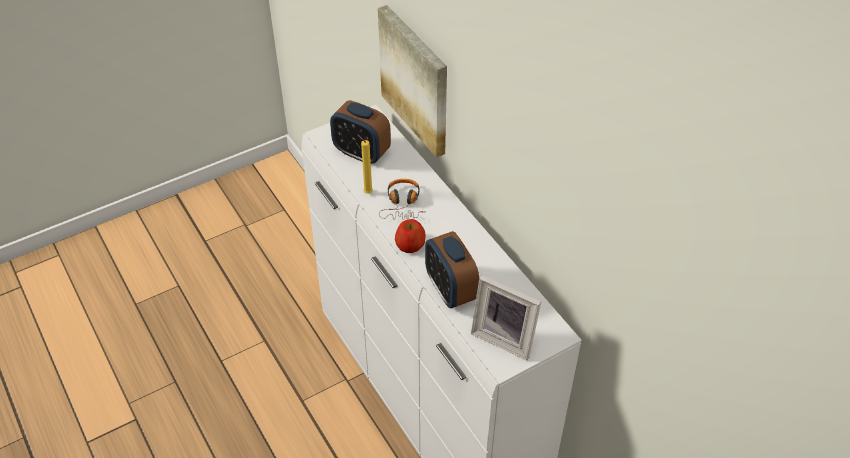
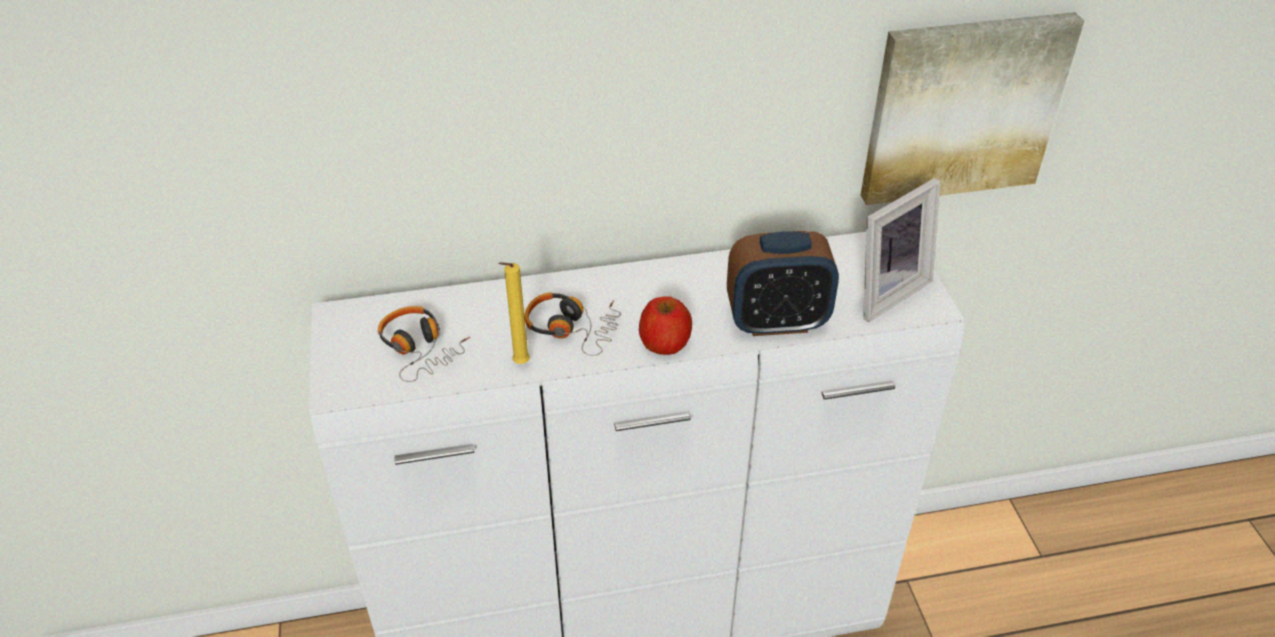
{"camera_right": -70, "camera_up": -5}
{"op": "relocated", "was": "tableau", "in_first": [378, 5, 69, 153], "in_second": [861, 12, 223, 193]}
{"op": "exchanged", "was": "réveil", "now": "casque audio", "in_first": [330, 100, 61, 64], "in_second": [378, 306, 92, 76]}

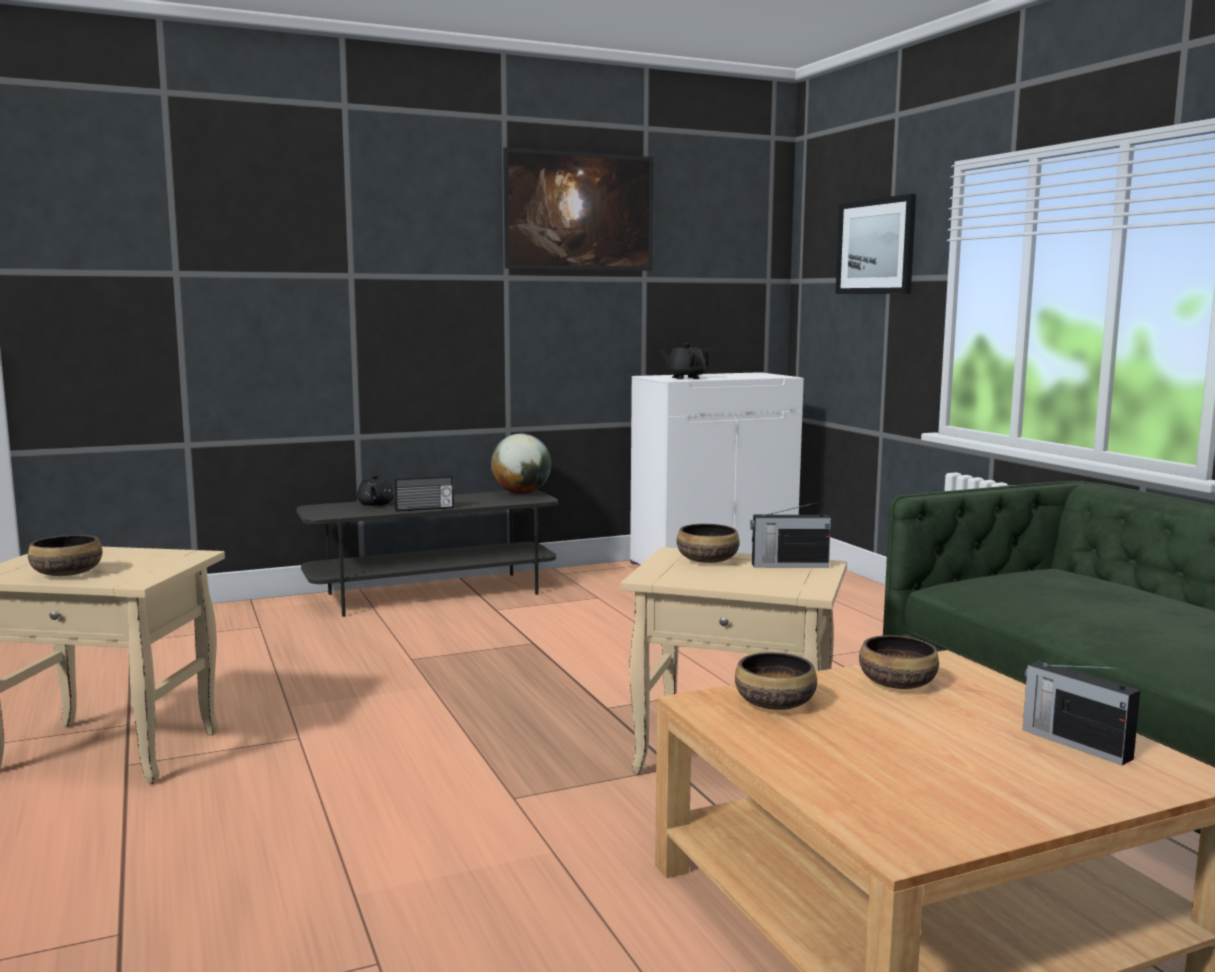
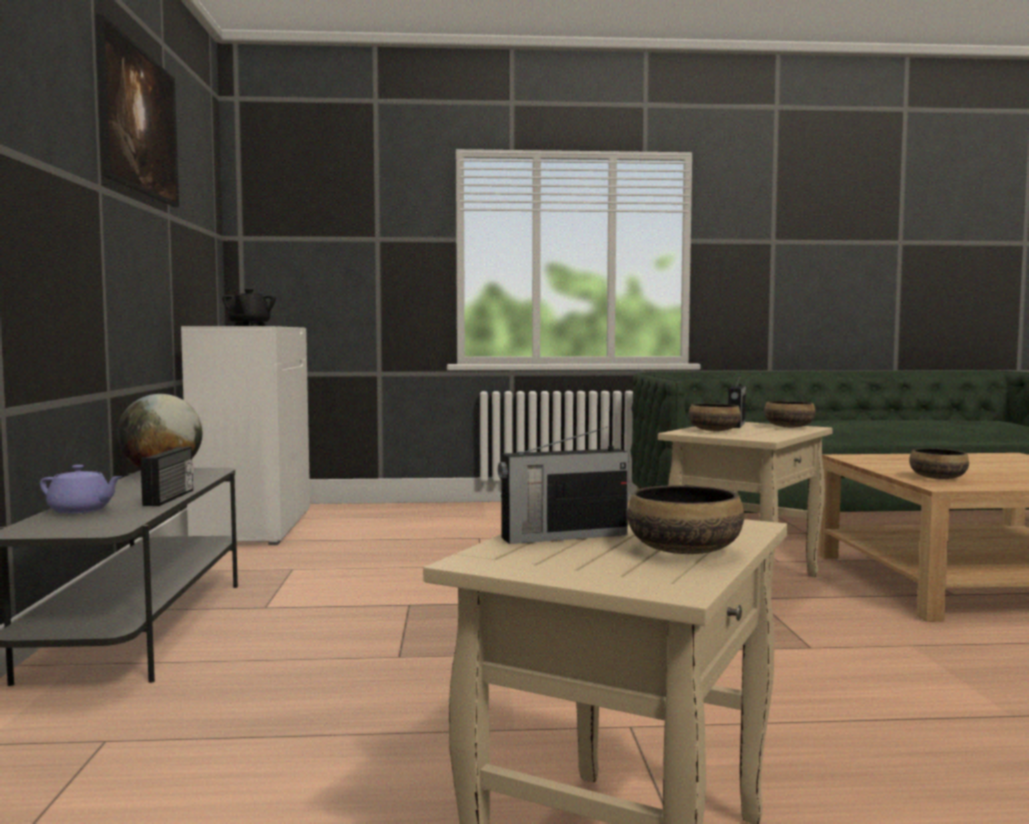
{"camera_right": -70, "camera_up": -5}
{"op": "missing", "was": "tableau", "in_first": [835, 194, 81, 100]}
{"op": "colour", "was": "théière (noir)", "now": "théière (violet)", "in_first": [357, 475, 37, 31], "in_second": [40, 465, 83, 49]}
{"op": "relocated", "was": "bol", "in_first": [859, 635, 80, 54], "in_second": [764, 401, 52, 27]}
{"op": "relocated", "was": "radio", "in_first": [1023, 661, 117, 104], "in_second": [498, 427, 130, 117]}

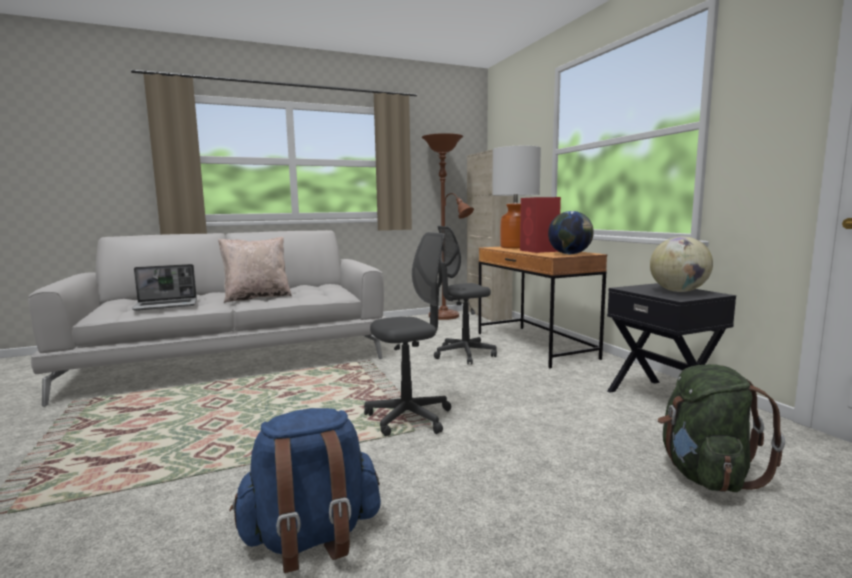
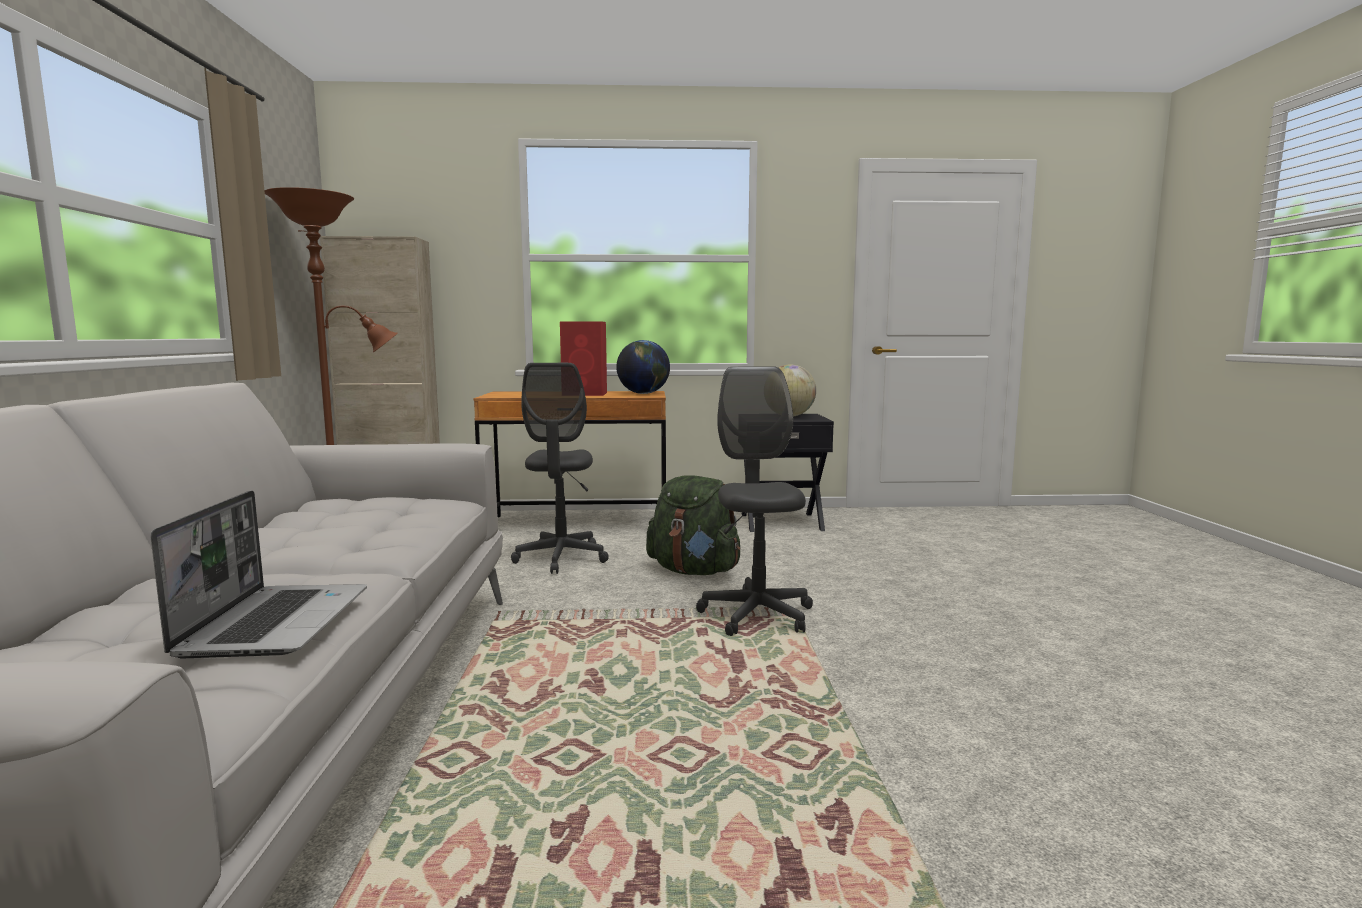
{"camera_right": -70, "camera_up": 0}
{"op": "missing", "was": "lampe de table", "in_first": [492, 146, 49, 103]}
{"op": "missing", "was": "coussin (beige)", "in_first": [218, 237, 74, 66]}
{"op": "relocated", "was": "sac à dos (vert)", "in_first": [658, 364, 127, 128], "in_second": [646, 475, 94, 100]}
{"op": "missing", "was": "sac à dos (bleu)", "in_first": [229, 408, 152, 165]}

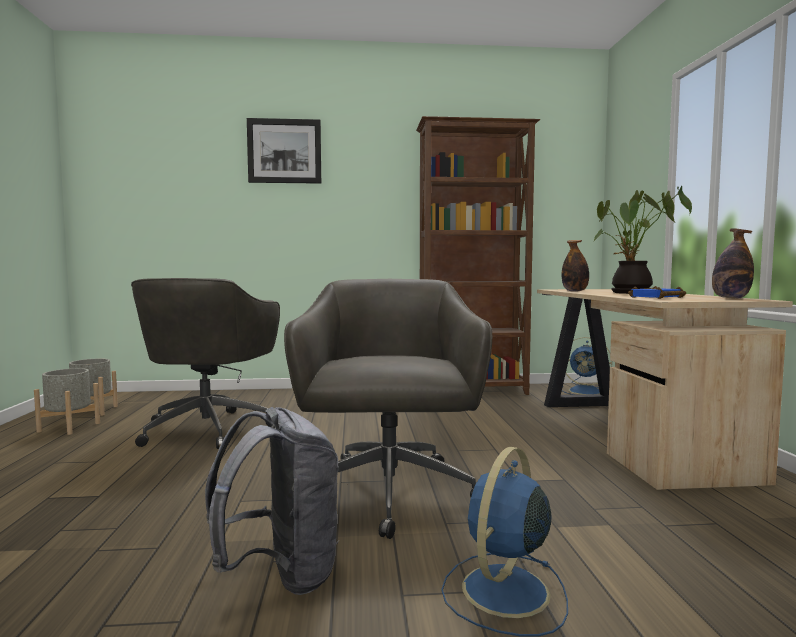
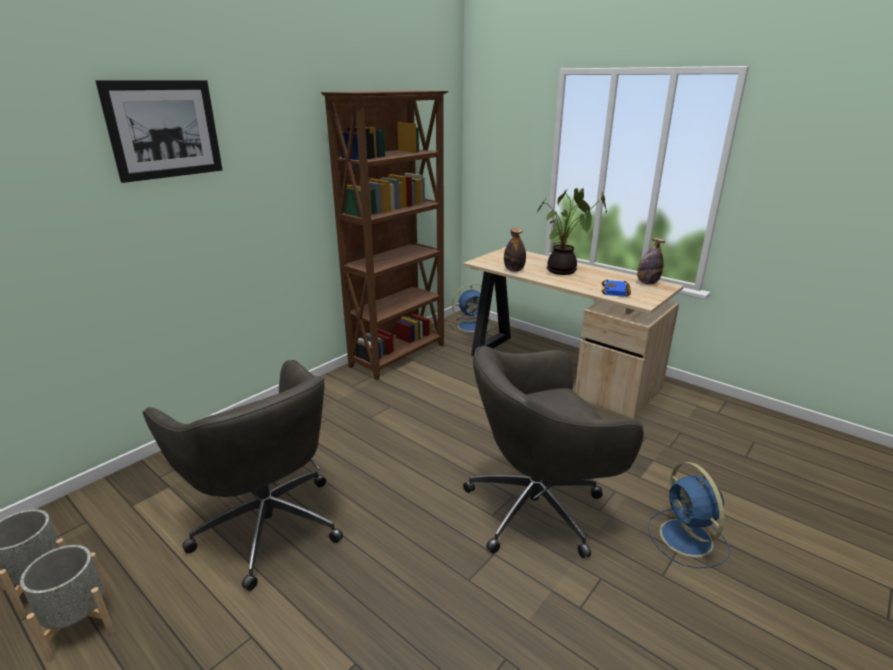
{"camera_right": -45, "camera_up": 20}
{"op": "spun", "was": "chaise de bureau (gris)", "in_first": [284, 279, 208, 260], "in_second": [463, 346, 181, 212], "clockwise": -60}
{"op": "missing", "was": "sac à dos (gris)", "in_first": [205, 407, 134, 188]}

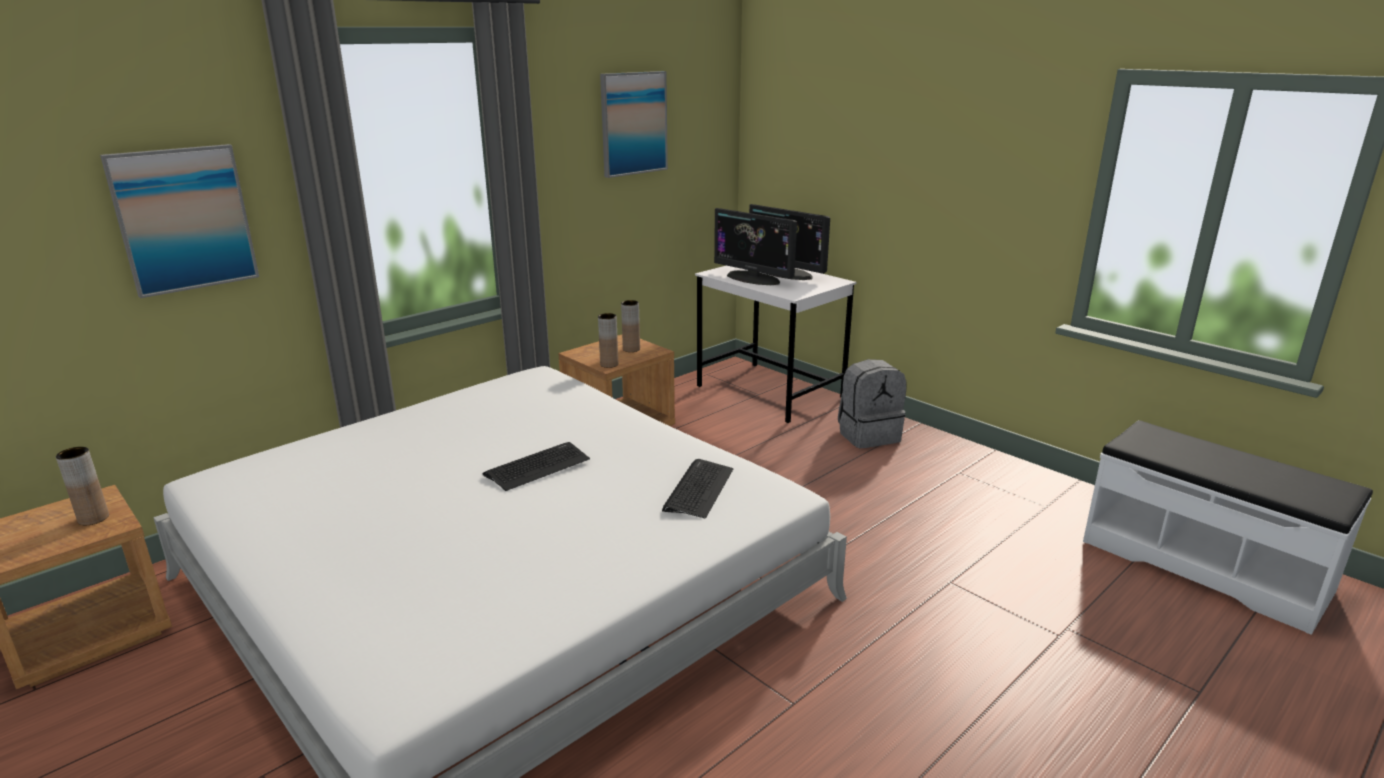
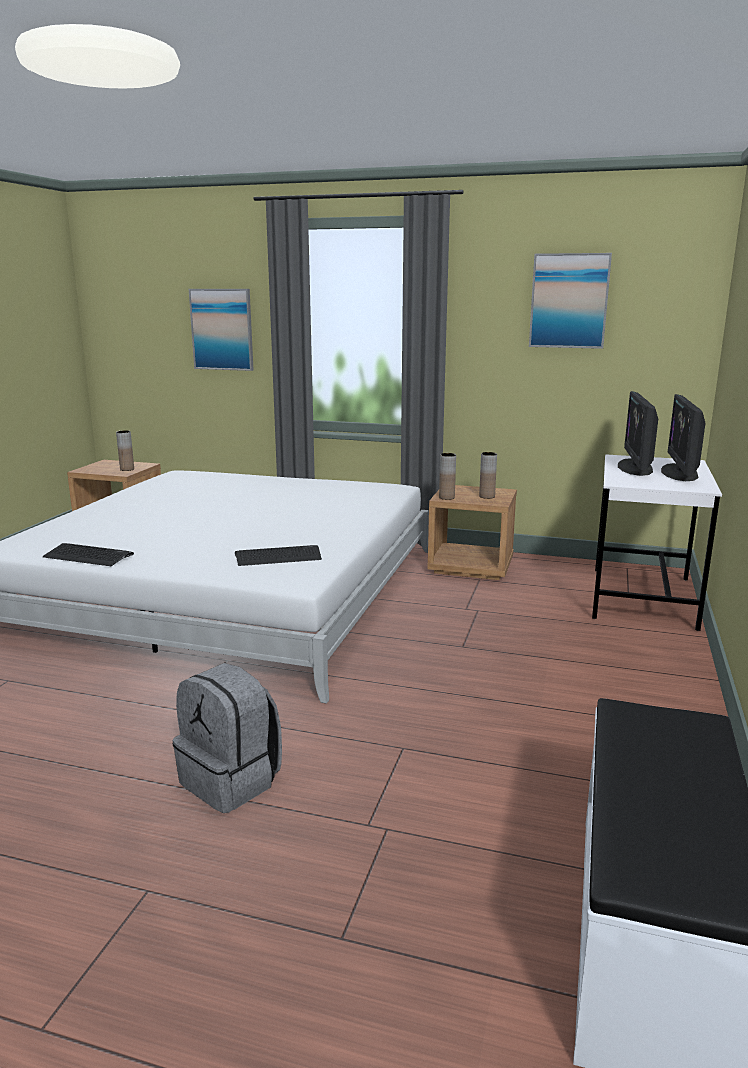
{"camera_right": 60, "camera_up": -5}
{"op": "relocated", "was": "sac à dos (gris)", "in_first": [838, 359, 68, 89], "in_second": [173, 663, 109, 150]}
{"op": "relocated", "was": "clavier", "in_first": [483, 442, 107, 49], "in_second": [42, 543, 92, 23]}

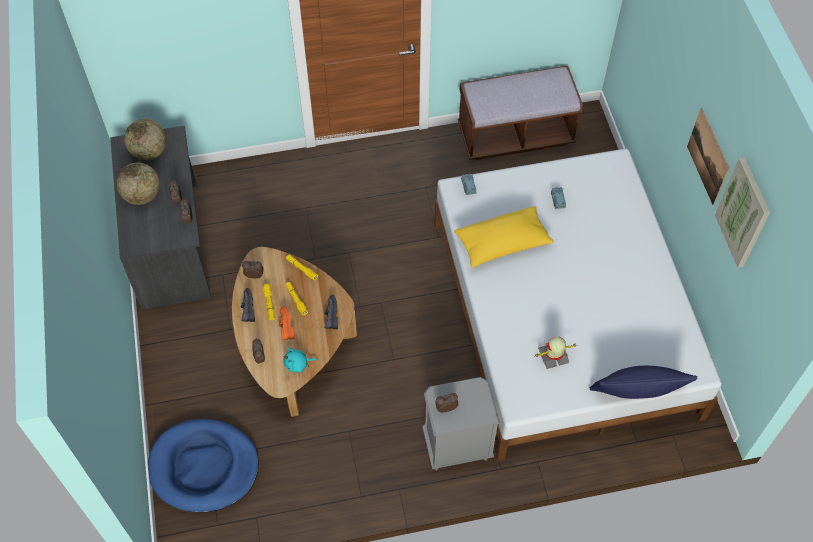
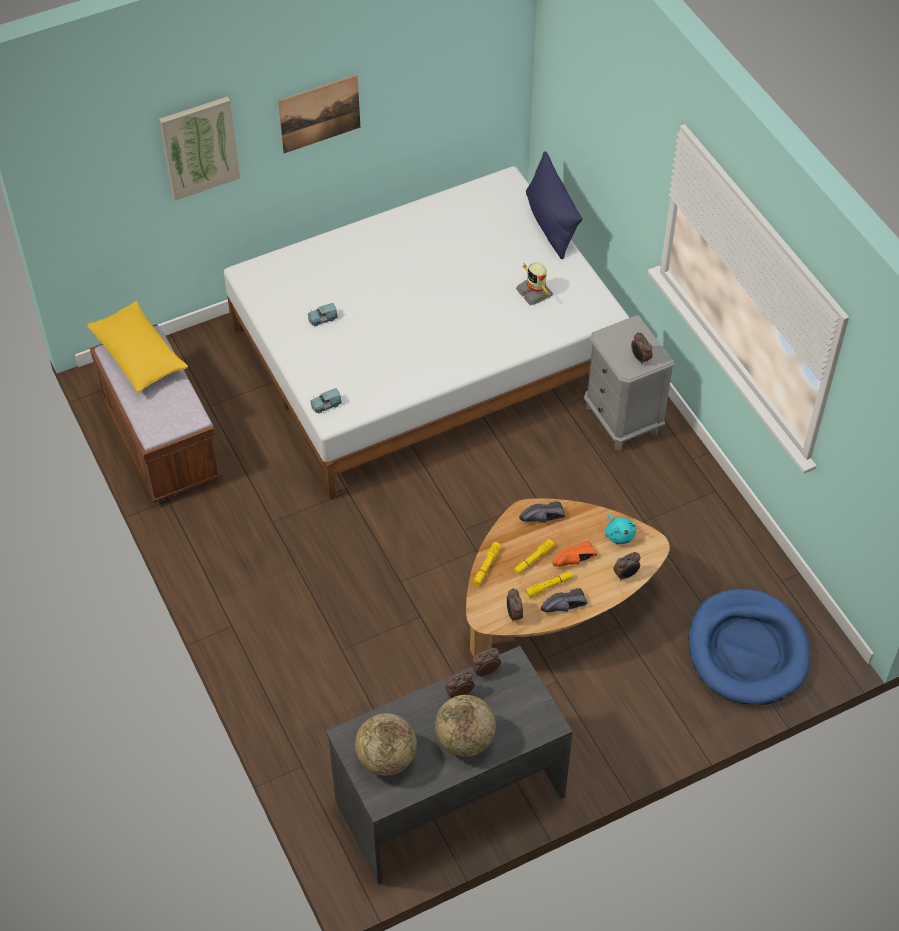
{"camera_right": -105, "camera_up": -5}
{"op": "relocated", "was": "tableau", "in_first": [715, 157, 55, 111], "in_second": [159, 96, 81, 104]}
{"op": "relocated", "was": "coussin (jaune)", "in_first": [454, 206, 100, 62], "in_second": [87, 301, 101, 92]}

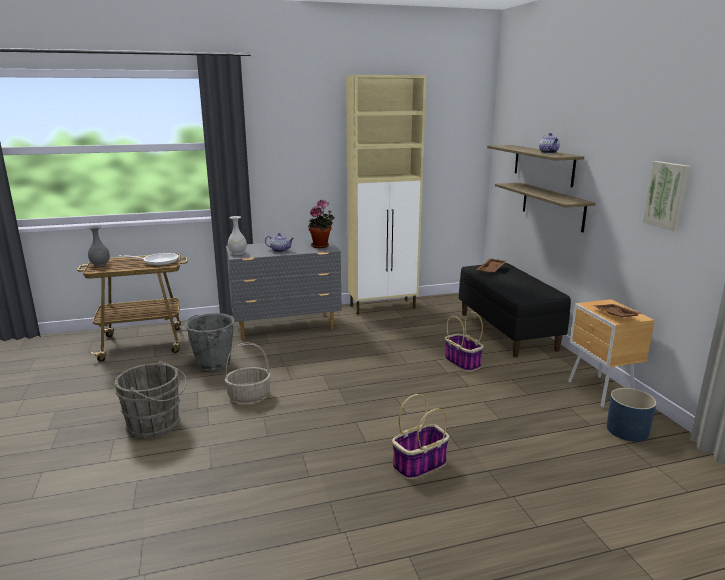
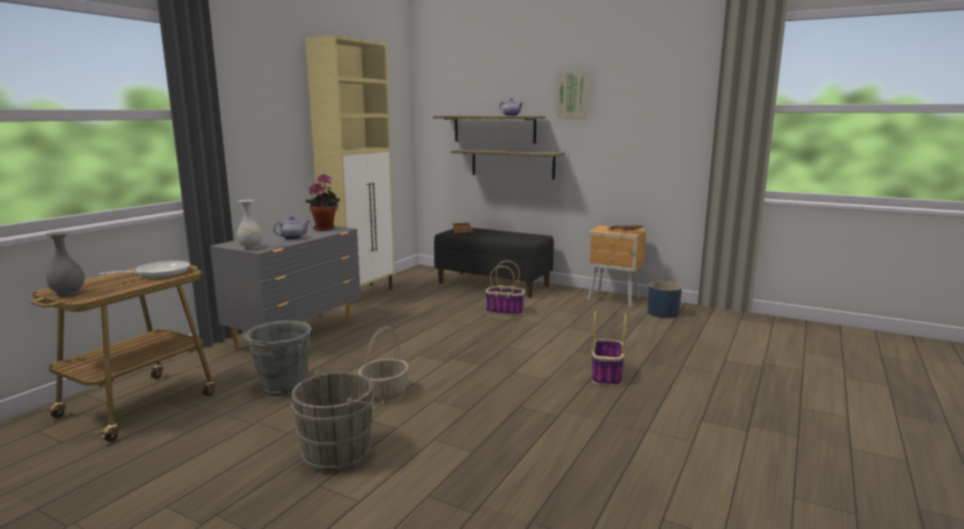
{"camera_right": -45, "camera_up": -5}
{"op": "relocated", "was": "tableau", "in_first": [643, 161, 48, 70], "in_second": [557, 71, 32, 48]}

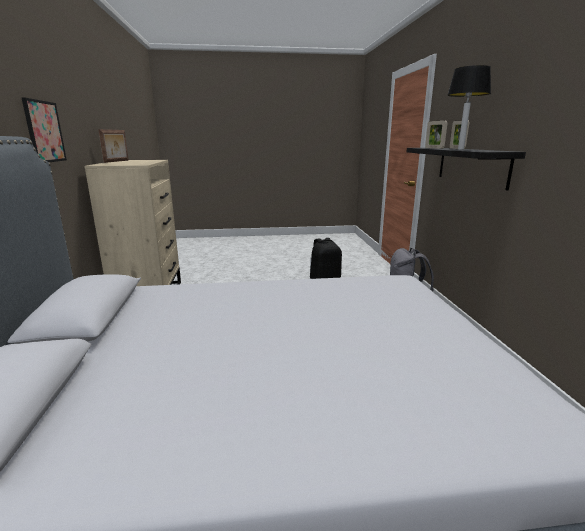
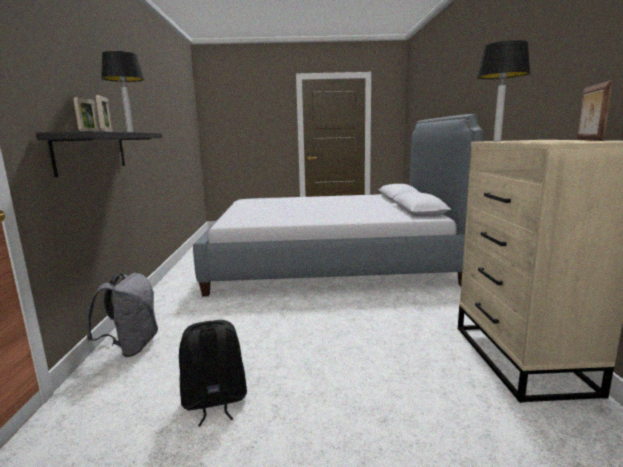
{"camera_right": -175, "camera_up": -5}
{"op": "missing", "was": "tableau", "in_first": [21, 97, 46, 65]}
{"op": "appeared", "now": "lampe de table", "in_second": [477, 40, 54, 101]}

